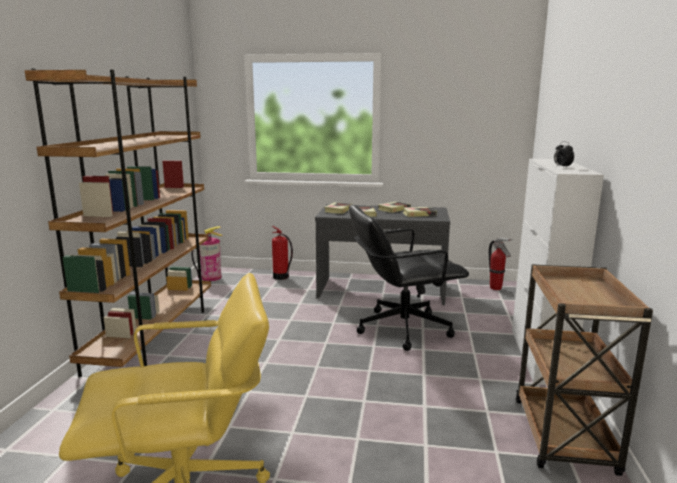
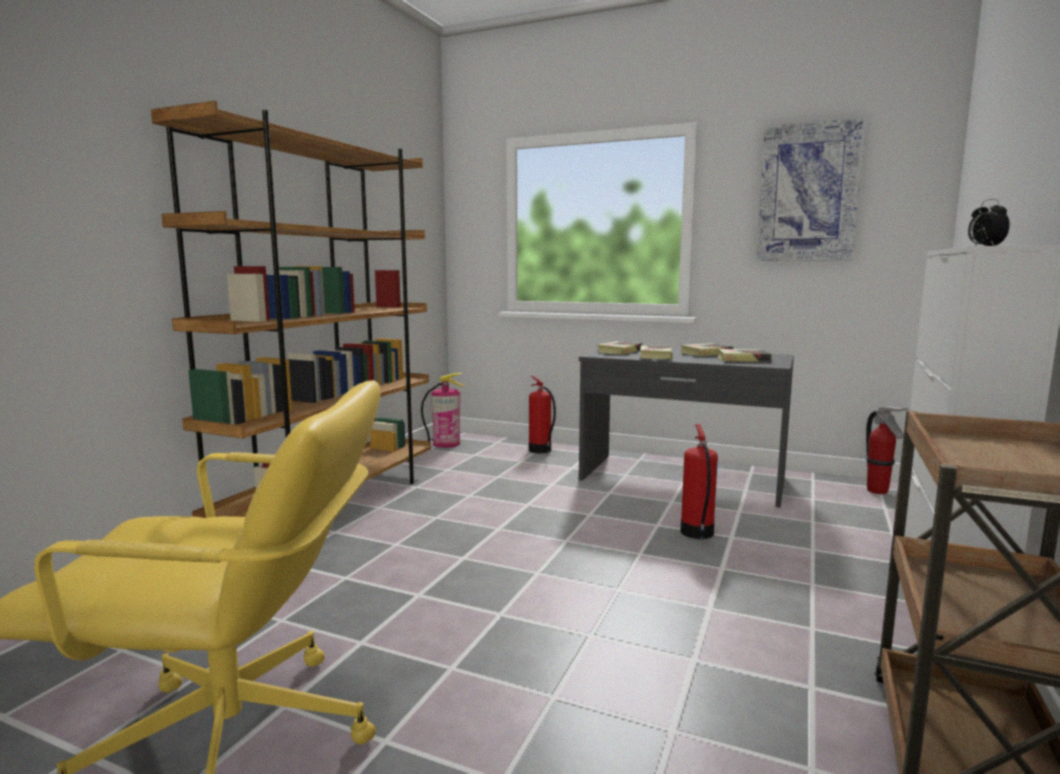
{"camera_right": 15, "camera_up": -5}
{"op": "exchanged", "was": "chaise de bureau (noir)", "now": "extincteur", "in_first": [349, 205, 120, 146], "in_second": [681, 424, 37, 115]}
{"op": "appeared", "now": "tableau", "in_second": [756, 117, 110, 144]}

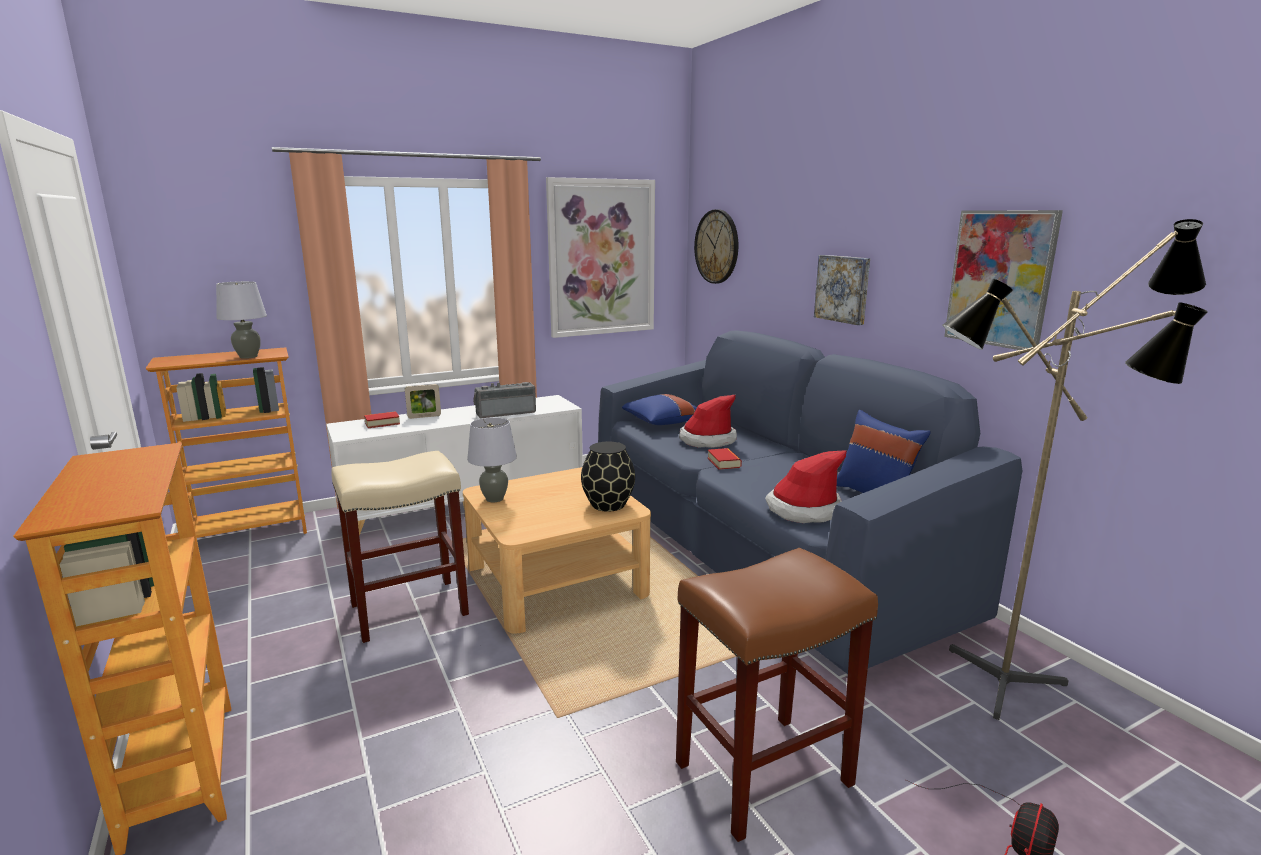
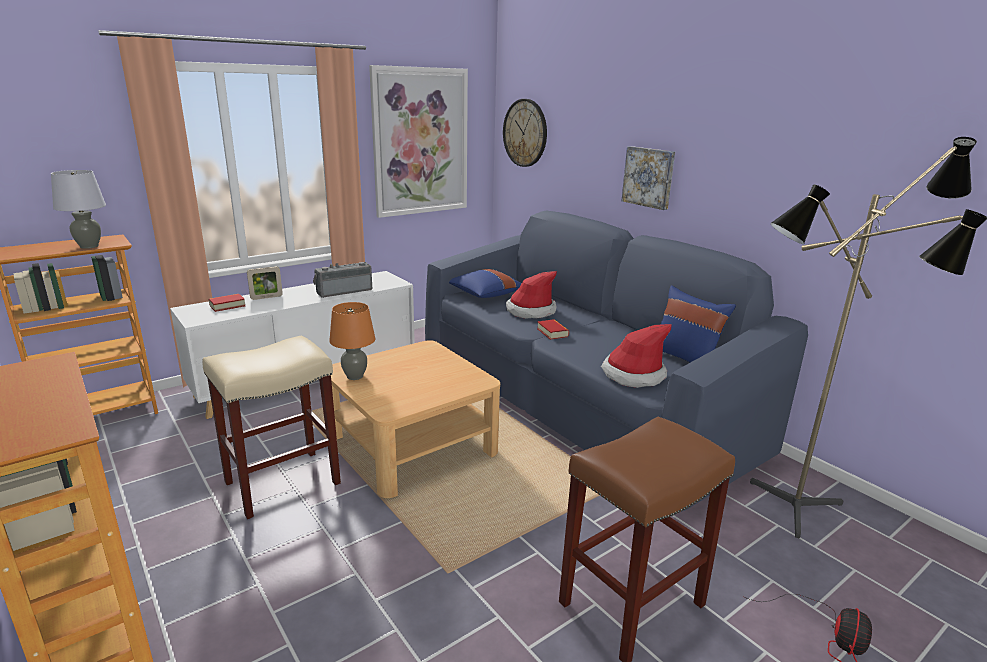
{"camera_right": -10, "camera_up": 5}
{"op": "missing", "was": "tableau", "in_first": [944, 210, 119, 140]}
{"op": "colour", "was": "lampe de table (gris)", "now": "lampe de table (orange)", "in_first": [467, 418, 50, 84], "in_second": [329, 302, 46, 78]}
{"op": "missing", "was": "vase (noir)", "in_first": [581, 442, 54, 70]}

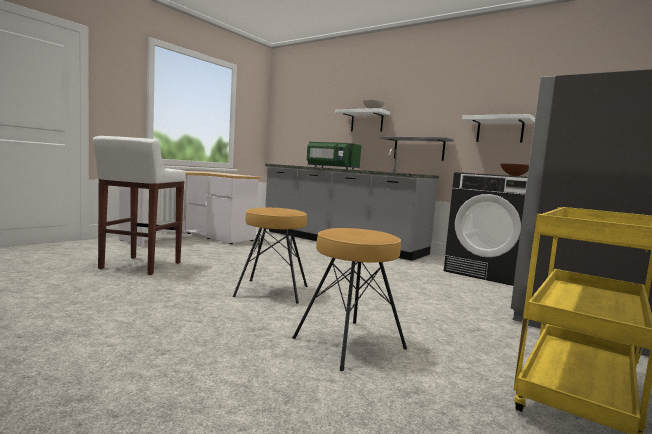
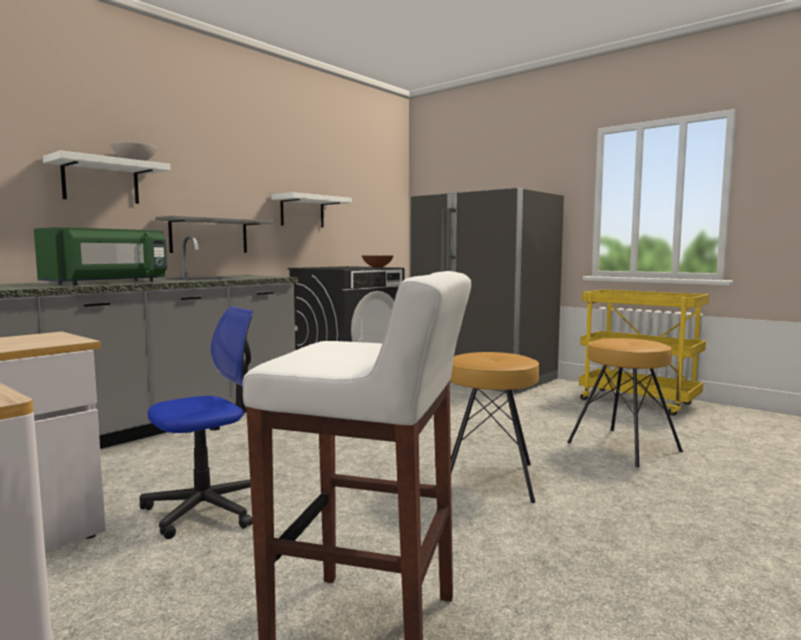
{"camera_right": -85, "camera_up": 0}
{"op": "appeared", "now": "chaise de bureau", "in_second": [140, 307, 113, 232]}

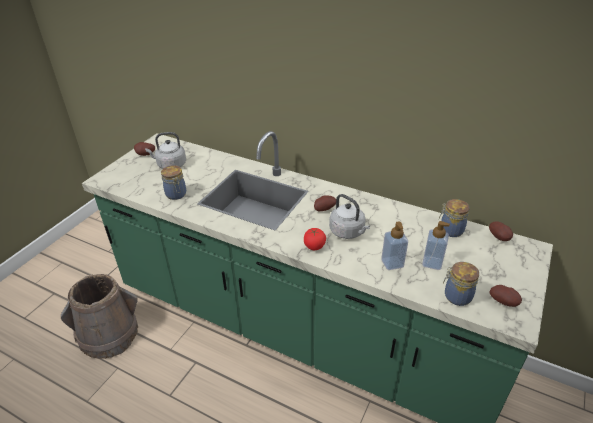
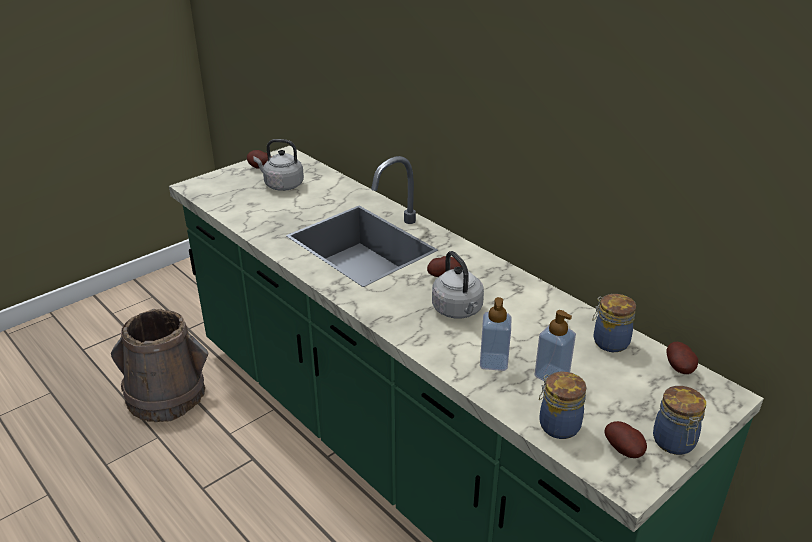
{"camera_right": 20, "camera_up": -5}
{"op": "relocated", "was": "bocal", "in_first": [161, 165, 25, 35], "in_second": [653, 386, 53, 69]}
{"op": "missing", "was": "tomate", "in_first": [304, 228, 22, 22]}

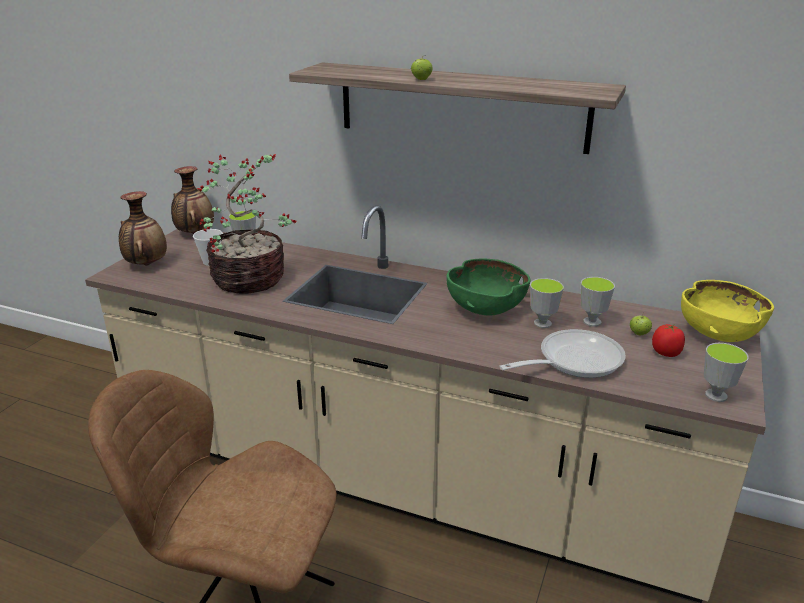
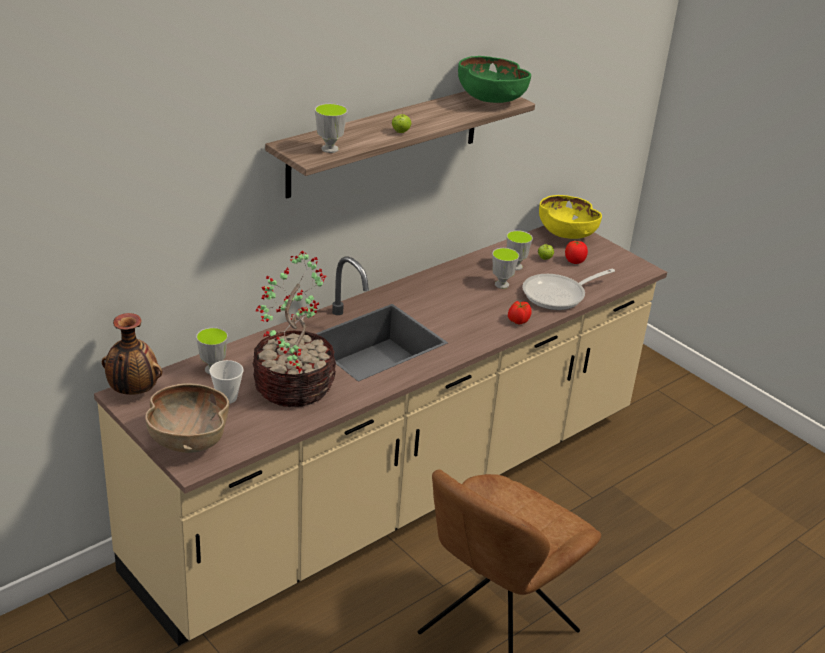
{"camera_right": -65, "camera_up": 5}
{"op": "exchanged", "was": "vase", "now": "bol (marron)", "in_first": [119, 191, 48, 75], "in_second": [145, 383, 84, 70]}
{"op": "relocated", "was": "bol (vert)", "in_first": [446, 258, 84, 58], "in_second": [458, 56, 73, 47]}
{"op": "spun", "was": "poêle", "in_first": [499, 329, 127, 49], "in_second": [522, 269, 93, 41], "clockwise": -120}
{"op": "relocated", "was": "tasse", "in_first": [704, 343, 45, 59], "in_second": [315, 103, 32, 50]}
{"op": "appeared", "now": "tomate", "in_second": [508, 301, 24, 23]}

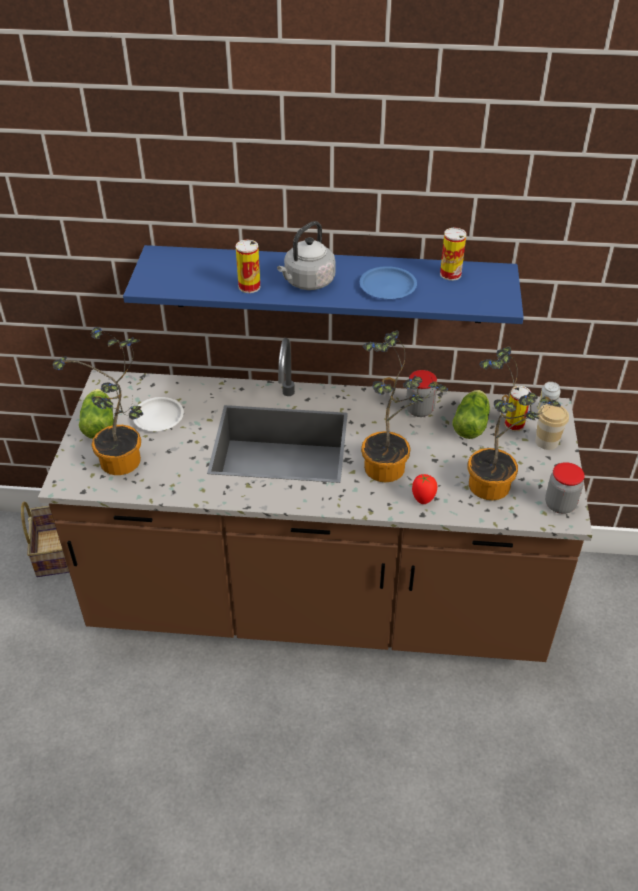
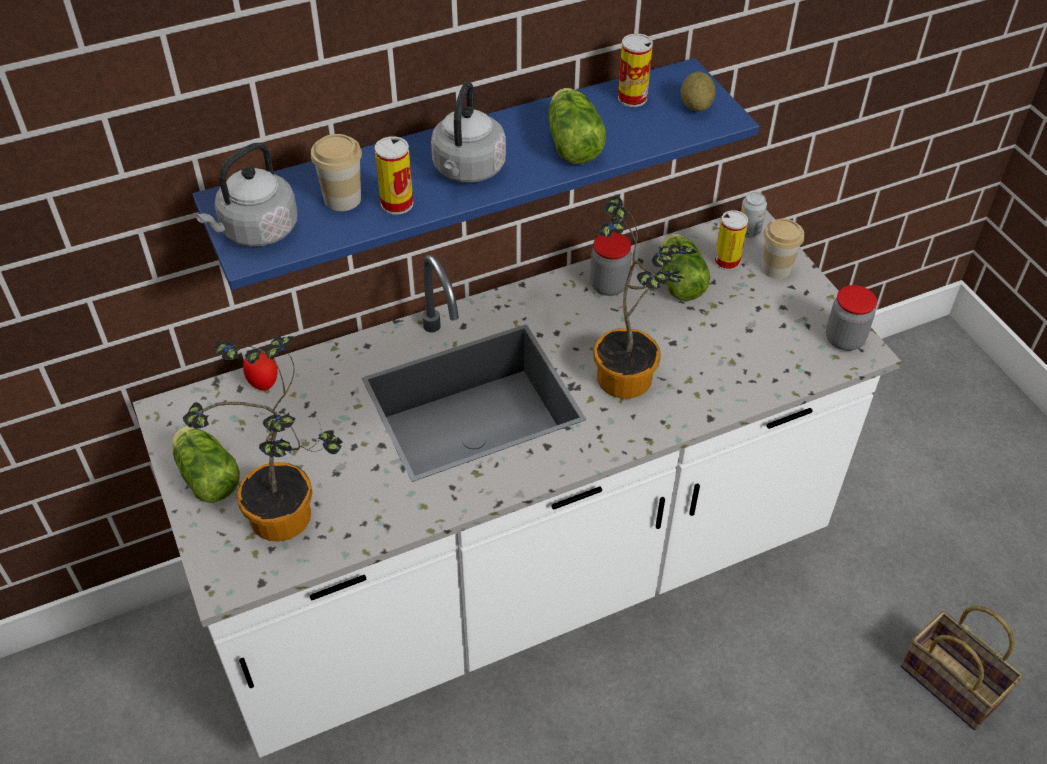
{"camera_right": -30, "camera_up": 5}
{"op": "exchanged", "was": "assiette (bleu)", "now": "laitue", "in_first": [360, 266, 57, 33], "in_second": [548, 88, 58, 76]}
{"op": "colour", "was": "comptoir de cuisine (marron)", "now": "comptoir de cuisine (blanc)", "in_first": [38, 338, 554, 324], "in_second": [133, 210, 768, 548]}
{"op": "missing", "was": "plante en pot", "in_first": [468, 346, 93, 154]}
{"op": "missing", "was": "assiette (blanc)", "in_first": [133, 397, 51, 34]}
{"op": "relocated", "was": "tomate", "in_first": [412, 474, 25, 30], "in_second": [243, 352, 35, 39]}
{"op": "relocated", "was": "panier", "in_first": [21, 502, 48, 75], "in_second": [901, 606, 122, 124]}
{"op": "appeared", "now": "pomme de terre", "in_second": [681, 72, 35, 39]}
{"op": "appeared", "now": "tasse", "in_second": [311, 134, 51, 77]}
{"op": "appeared", "now": "bouilloire (gris)", "in_second": [196, 143, 102, 103]}

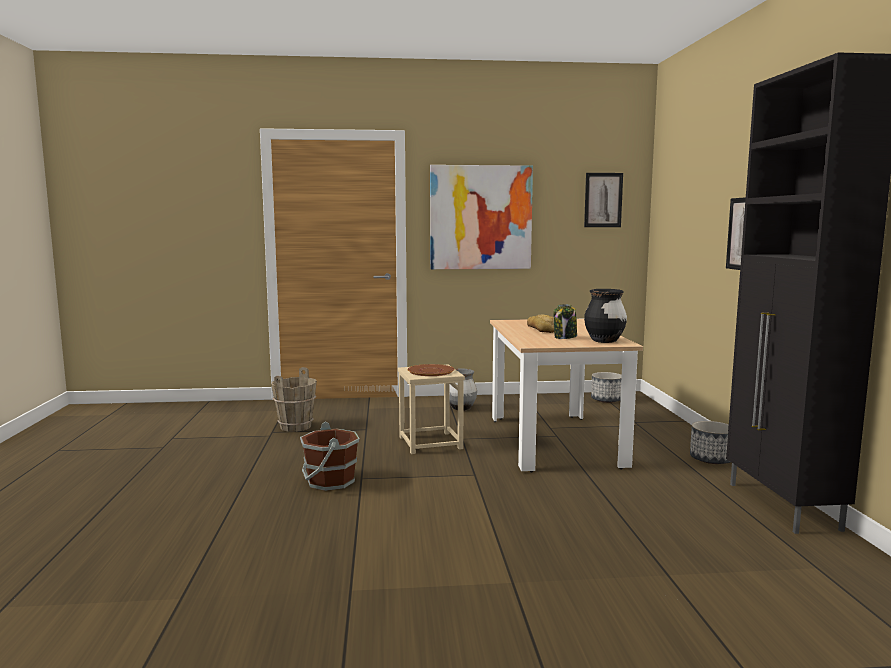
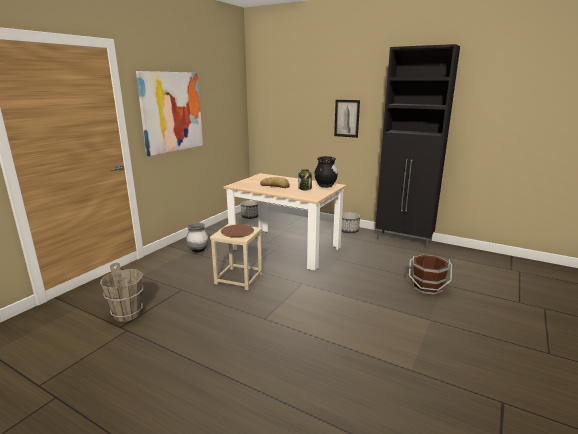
{"camera_right": -55, "camera_up": 10}
{"op": "missing", "was": "tableau", "in_first": [584, 173, 39, 54]}
{"op": "relocated", "was": "seau (marron)", "in_first": [300, 422, 60, 69], "in_second": [409, 255, 43, 40]}

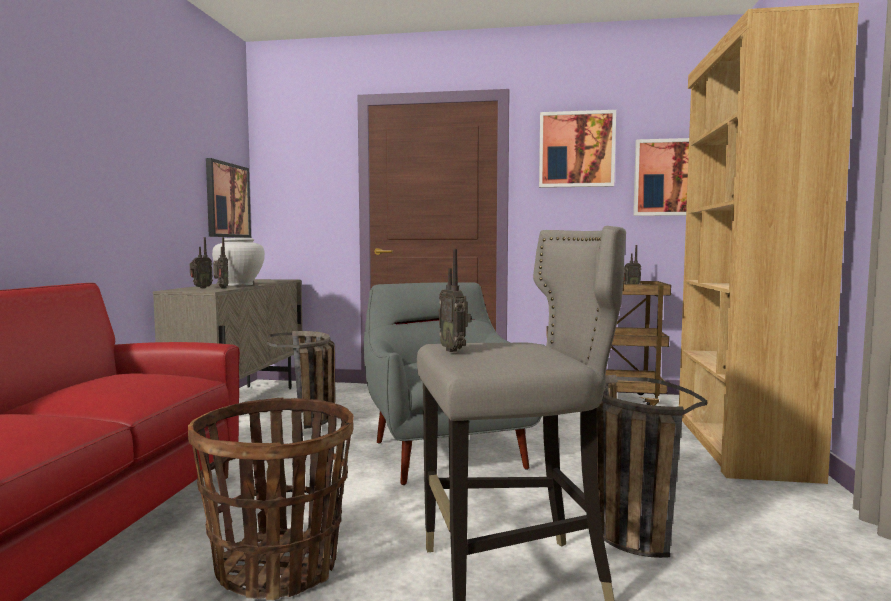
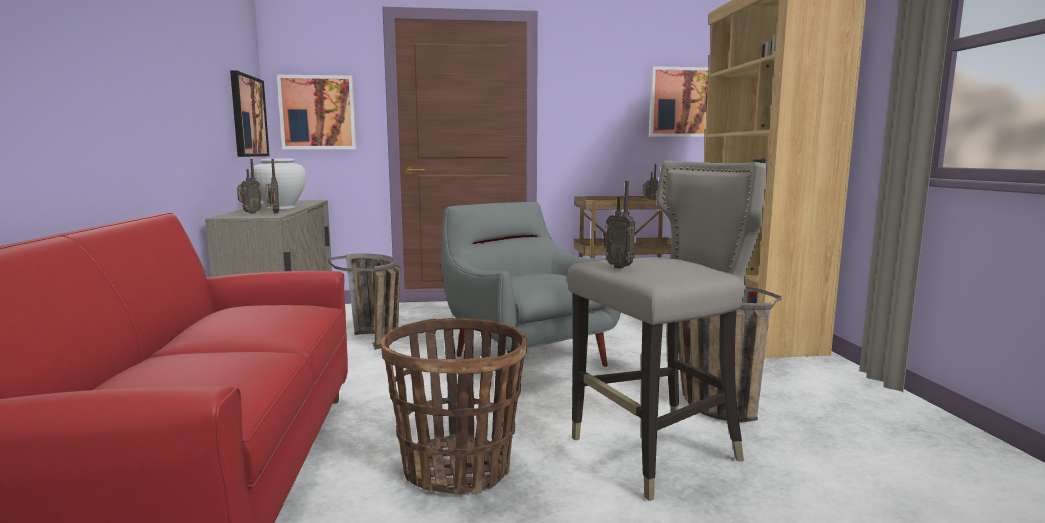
{"camera_right": -15, "camera_up": 5}
{"op": "relocated", "was": "tableau", "in_first": [539, 110, 77, 78], "in_second": [277, 75, 79, 74]}

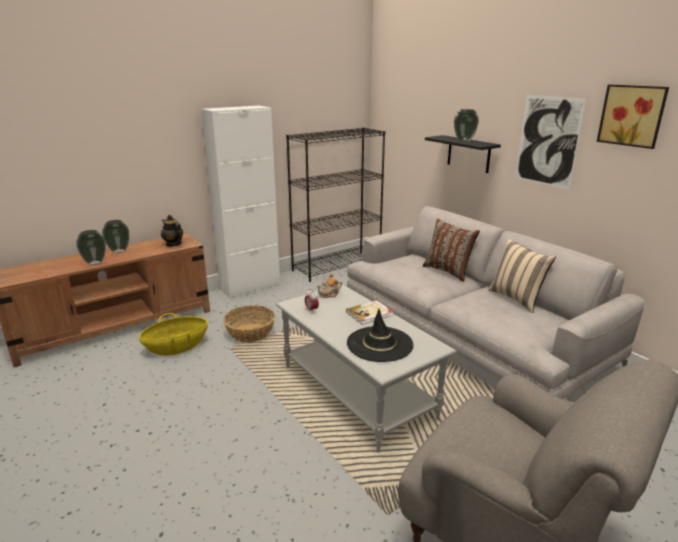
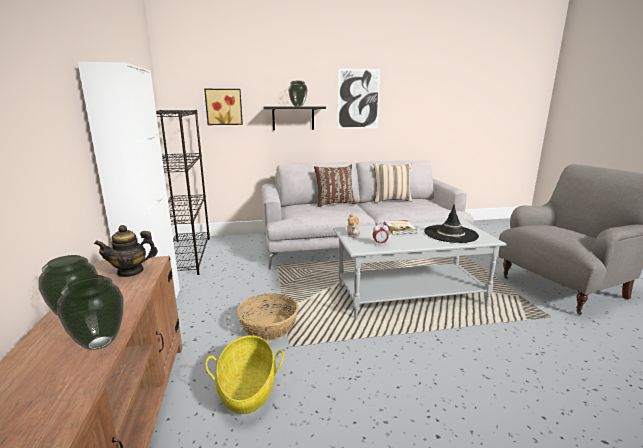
{"camera_right": -65, "camera_up": -5}
{"op": "relocated", "was": "tableau", "in_first": [597, 84, 72, 65], "in_second": [204, 89, 39, 36]}

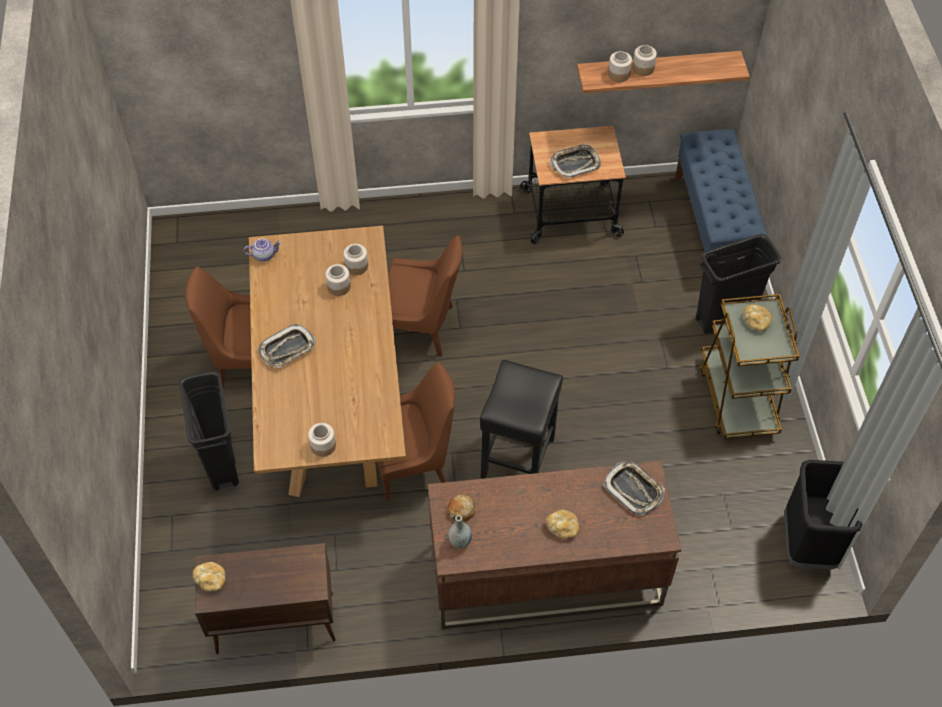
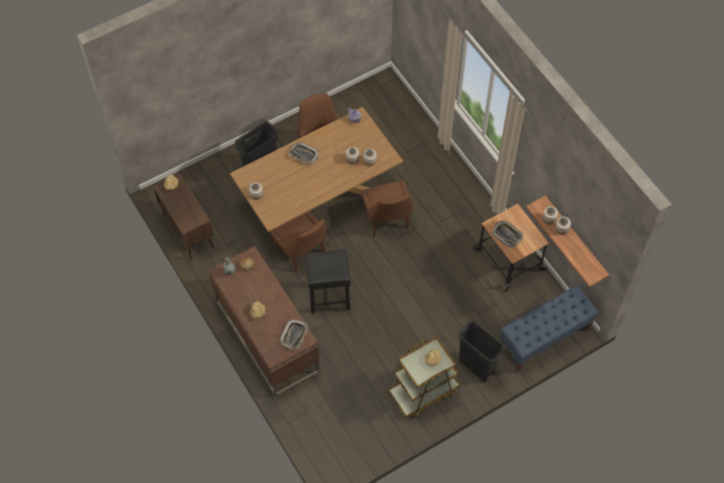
{"camera_right": 65, "camera_up": 5}
{"op": "missing", "was": "poubelle (noir)", "in_first": [785, 460, 77, 110]}

